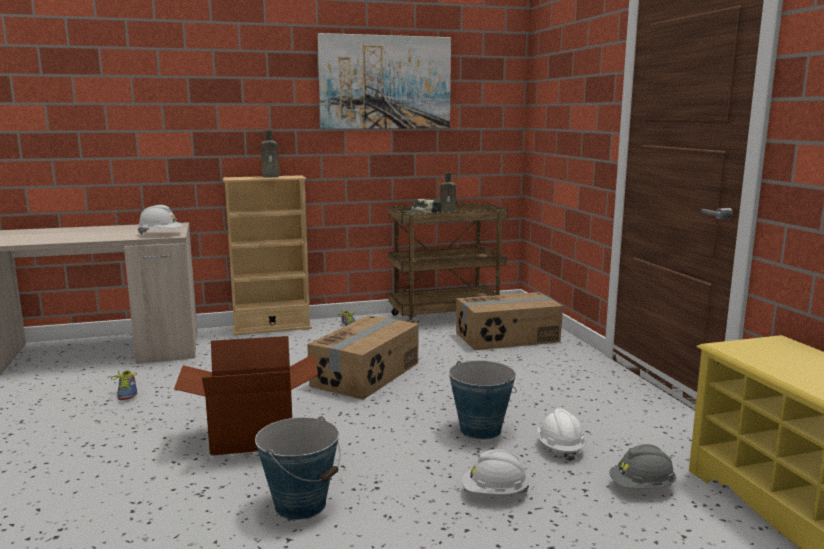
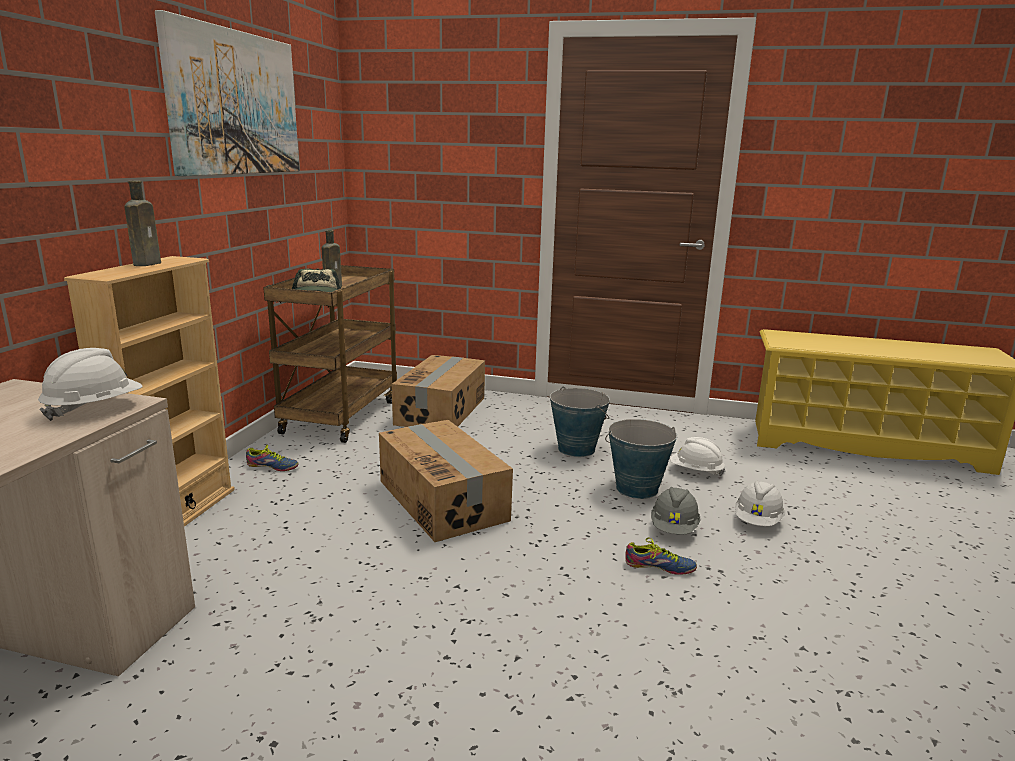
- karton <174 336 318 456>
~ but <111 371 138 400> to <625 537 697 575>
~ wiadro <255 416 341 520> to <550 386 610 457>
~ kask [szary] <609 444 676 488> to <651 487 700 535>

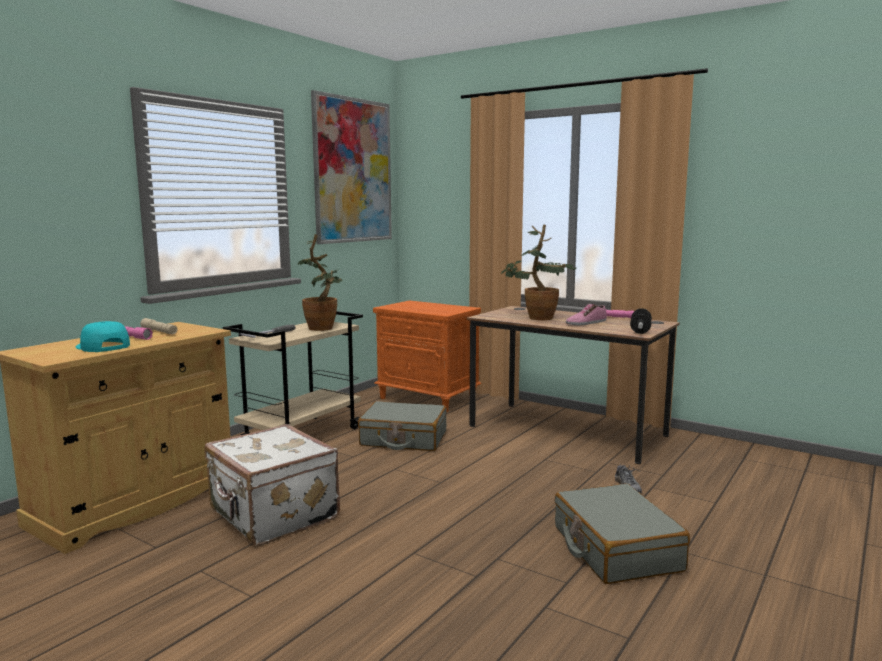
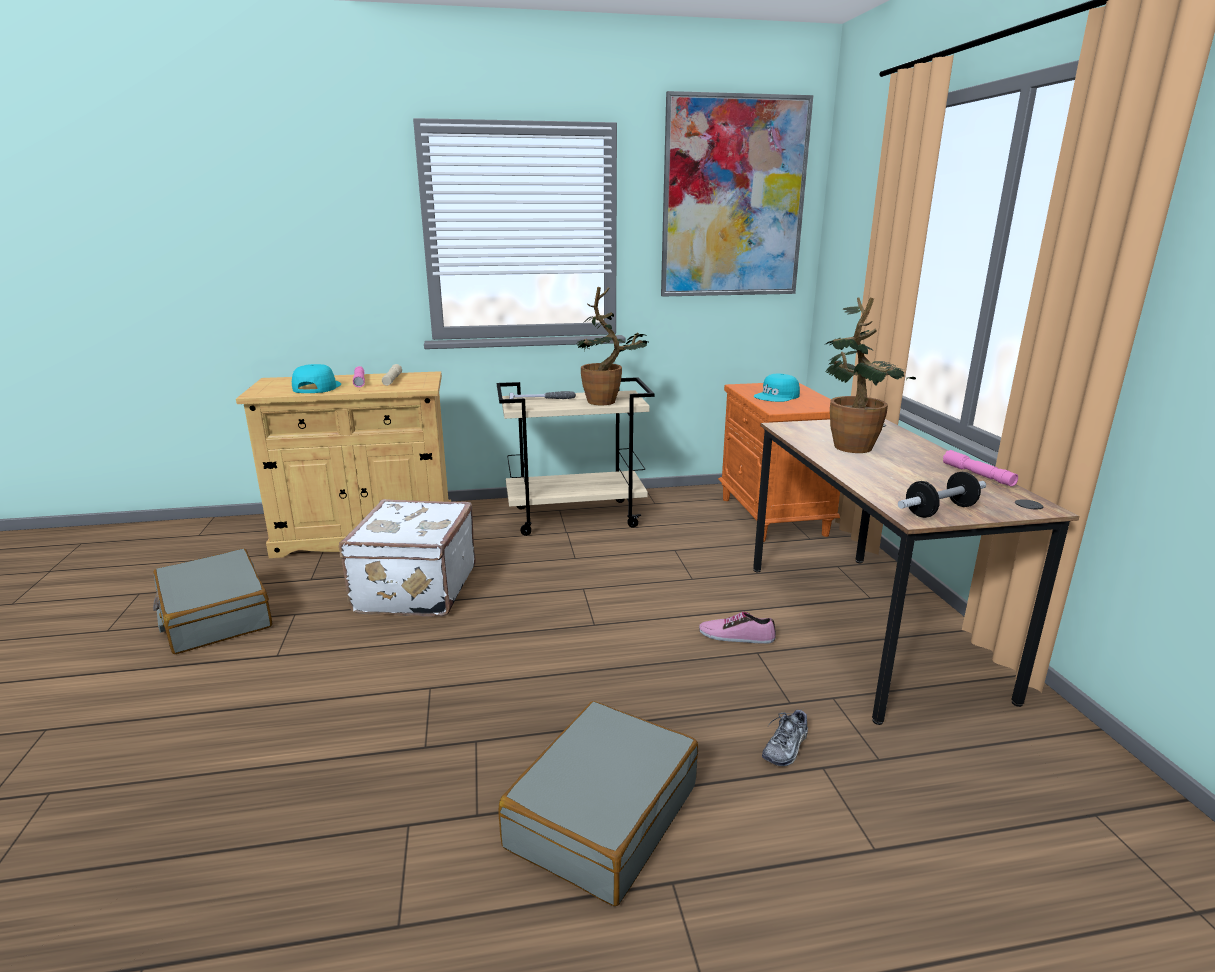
~ but <566 304 607 325> to <699 612 776 644>
~ walizka [szary] <358 401 447 451> to <153 549 272 654>
+ czapka z daszkiem [turkusowy] <754 374 800 402>

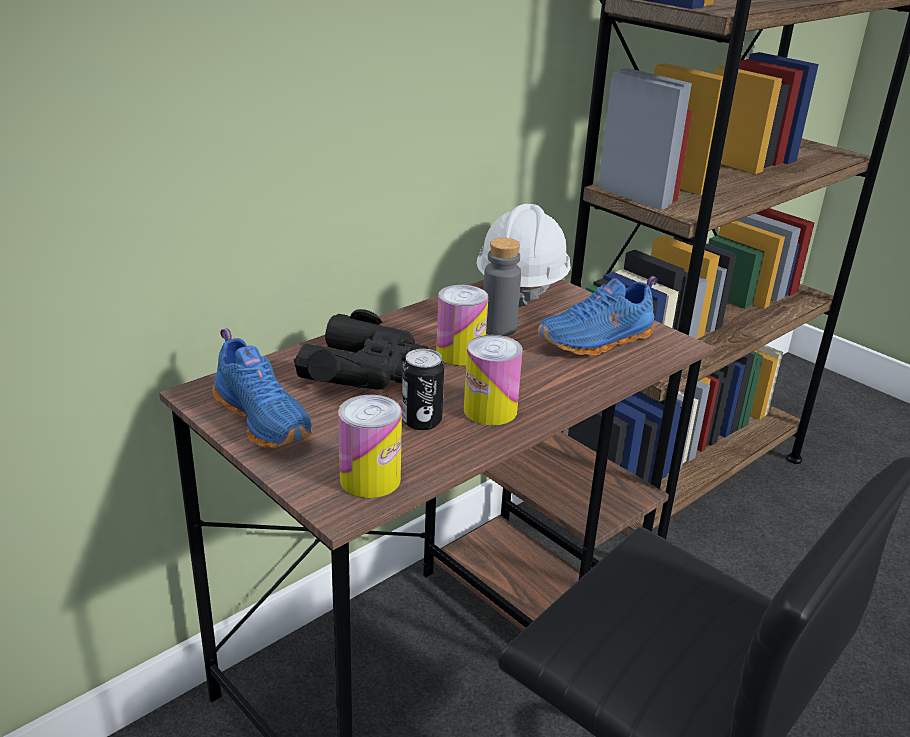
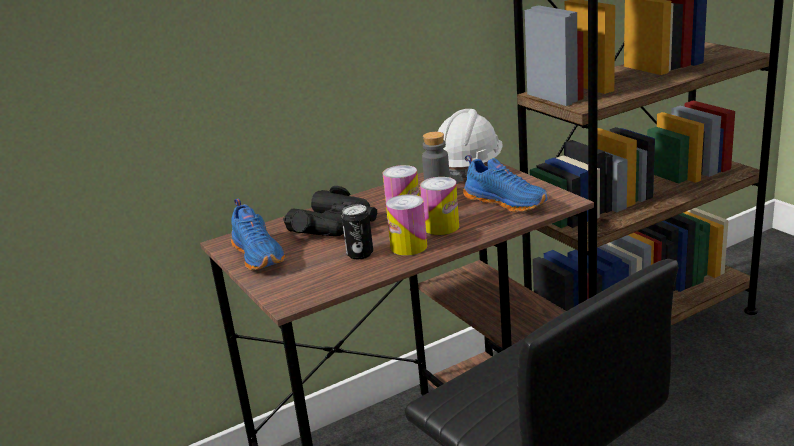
~ but [niebieski] <537 276 657 356> = <463 155 549 212> 120 degrees counterclockwise
~ puszka <338 395 402 498> to <420 177 459 235>

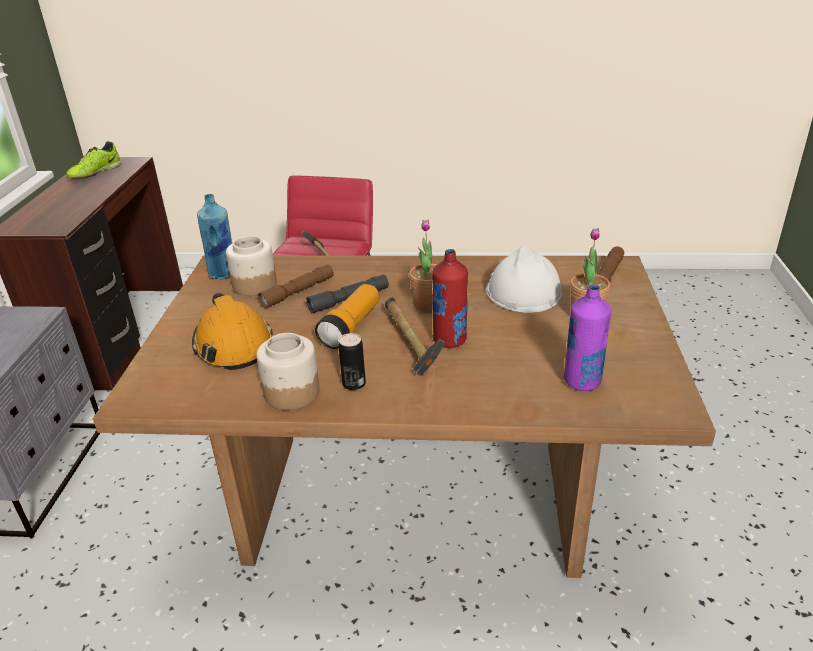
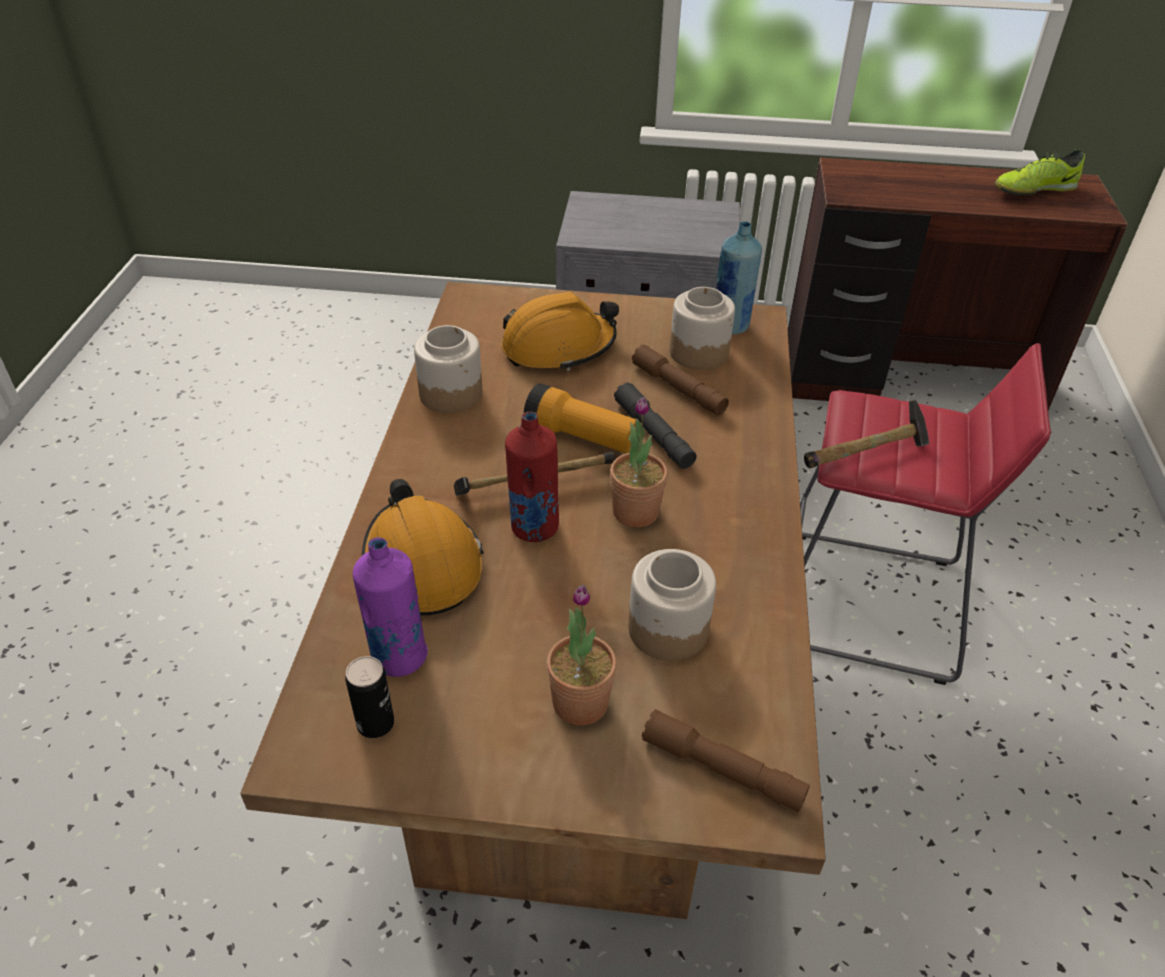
~ but <66 141 122 179> = <995 149 1085 195> 45 degrees counterclockwise
~ kask [biały] <486 247 562 313> to słoik <628 549 716 661>
~ puszka <338 333 366 390> to <345 656 394 738>
+ kask [pomarańczowy] <362 479 484 616>

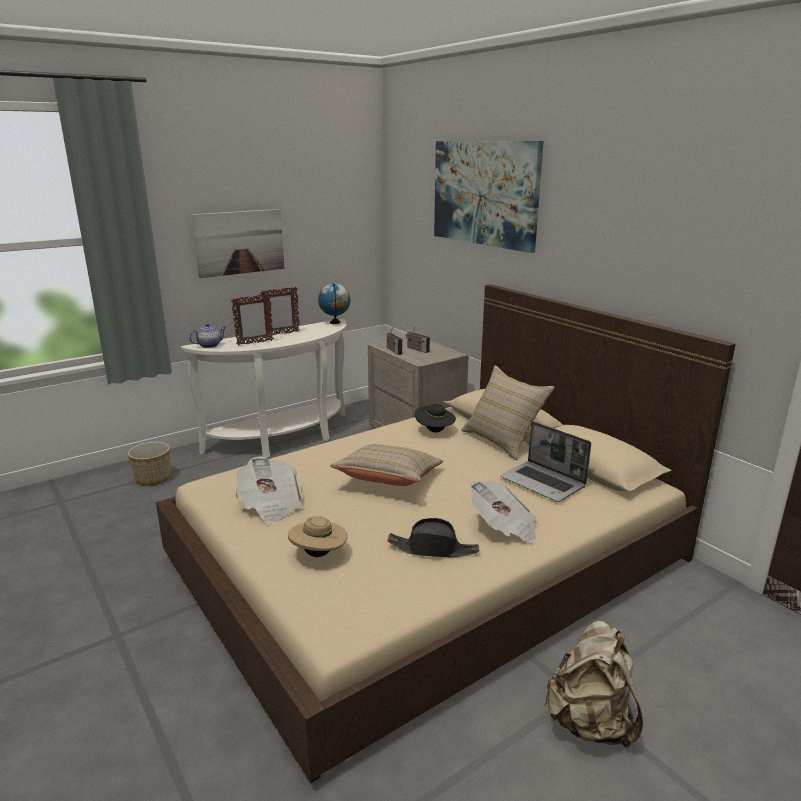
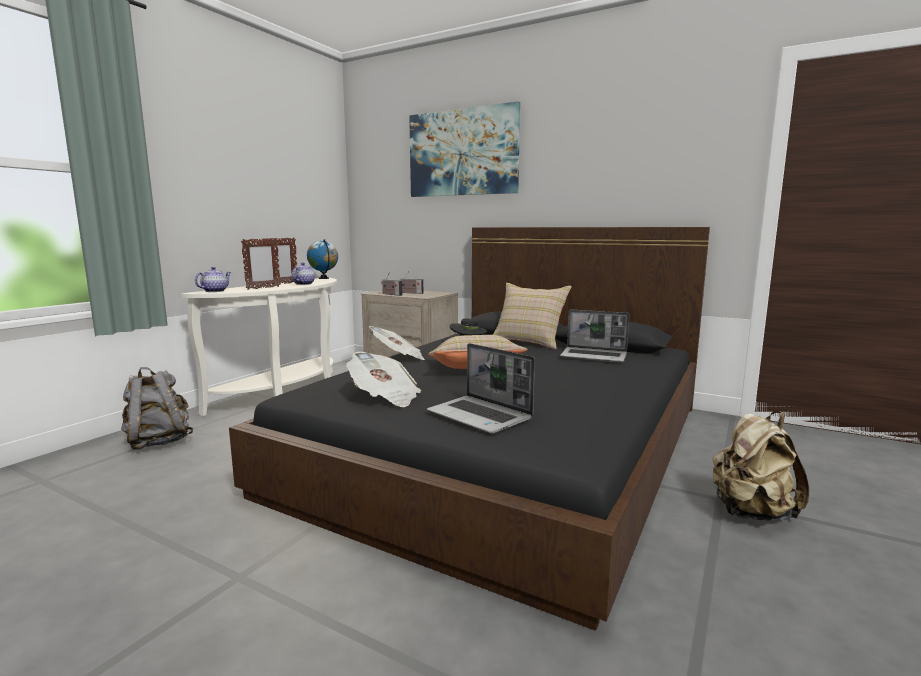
- obraz <192 209 284 278>
~ łóżko [beżowy] <156 284 736 783> to łóżko [czarny] <229 227 710 631>
~ donica <128 442 171 486> to plecak [szary] <121 367 193 450>
~ gazeta <470 481 536 544> to <369 326 425 360>
~ kapelusz [beżowy] <288 516 347 557> to laptop <427 343 535 434>
- kapelusz [czarny] <388 518 479 558>
+ imbryk <292 263 315 285>

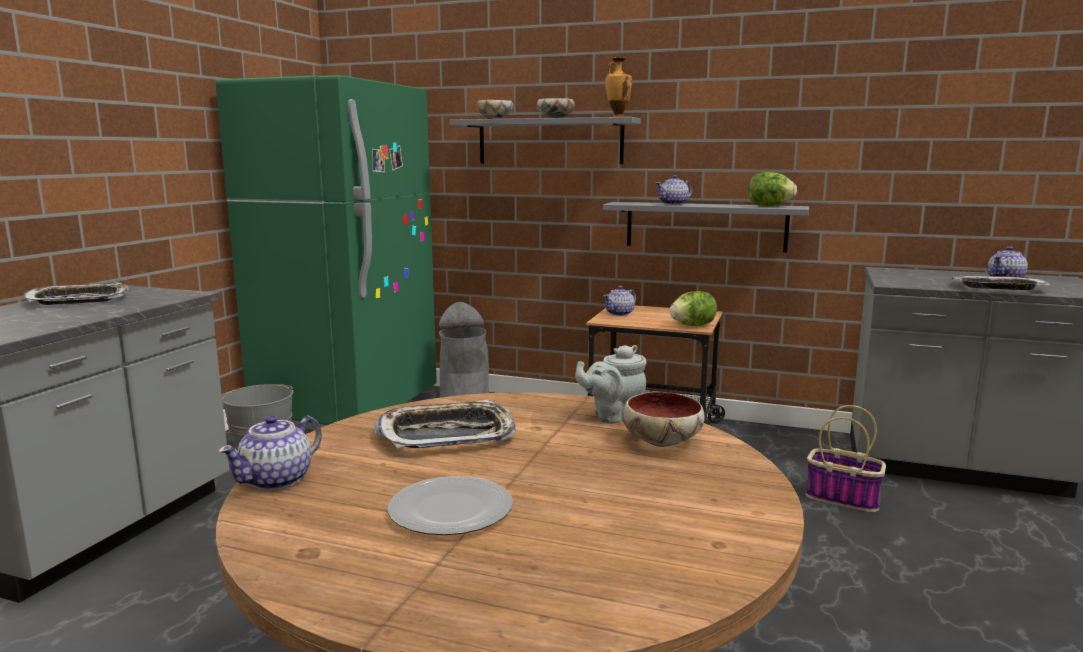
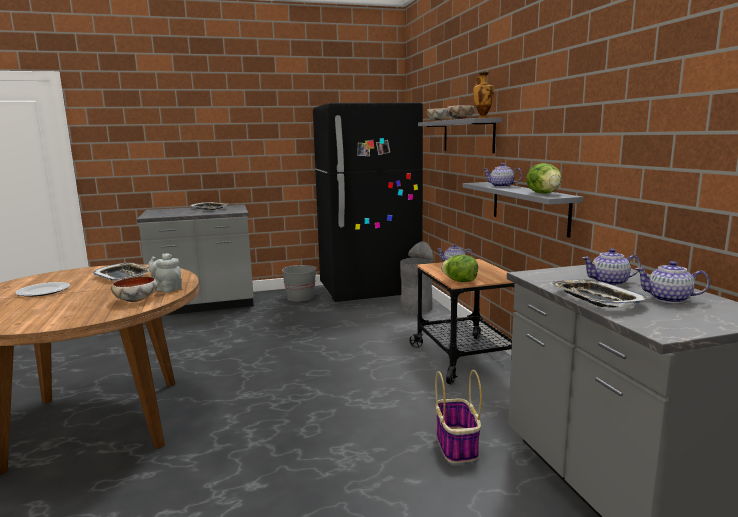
~ lodówka [zielony] <216 75 437 430> to lodówka [czarny] <313 103 423 302>
~ imbryk <218 415 322 490> to <582 248 641 286>

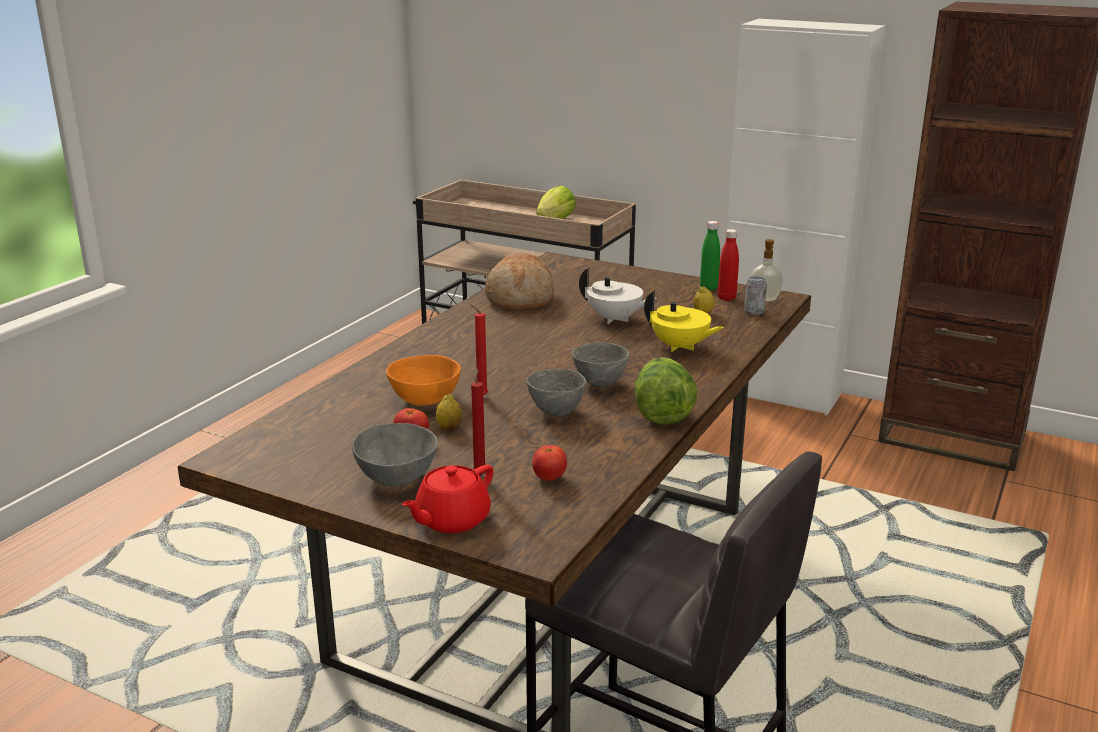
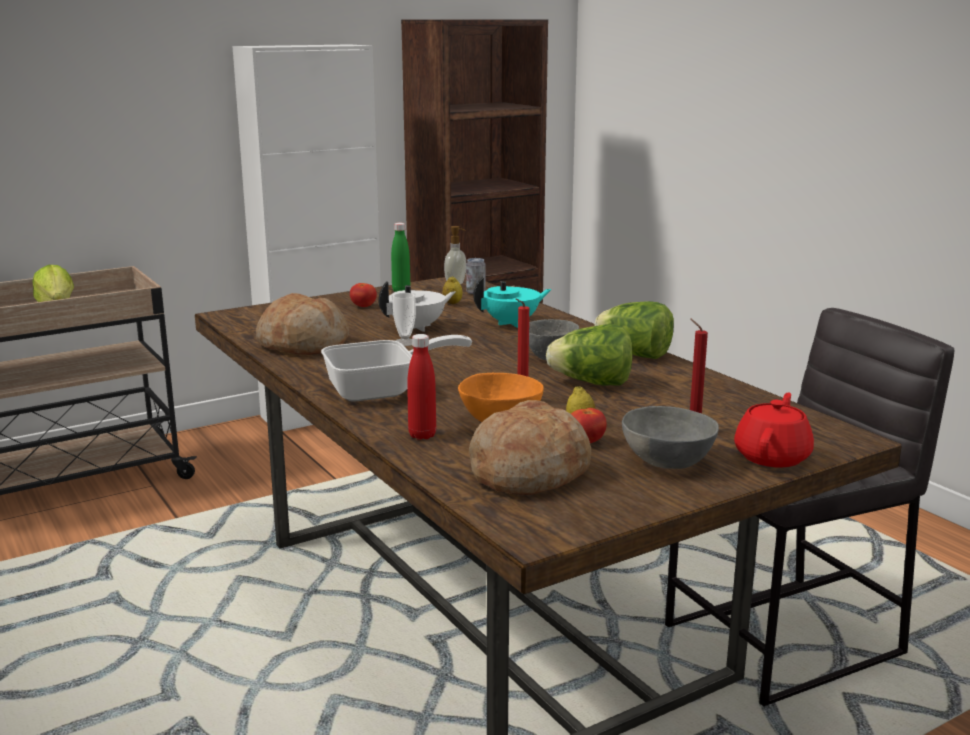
~ butelka [czerwony] <718 229 739 301> to <407 334 436 440>
~ imbryk [żółty] <644 291 724 352> to imbryk [turkusowy] <473 277 552 328>
~ miska [szary] <527 369 586 416> to sałata <546 325 633 386>
~ pomidor <532 445 567 481> to <350 283 377 307>
~ imbryk [czerwony] <402 465 493 533> = <734 393 814 468> 135 degrees counterclockwise
+ filiżanka <393 293 416 346>
+ patelnia <321 335 472 402>
+ chleb <469 400 591 495>

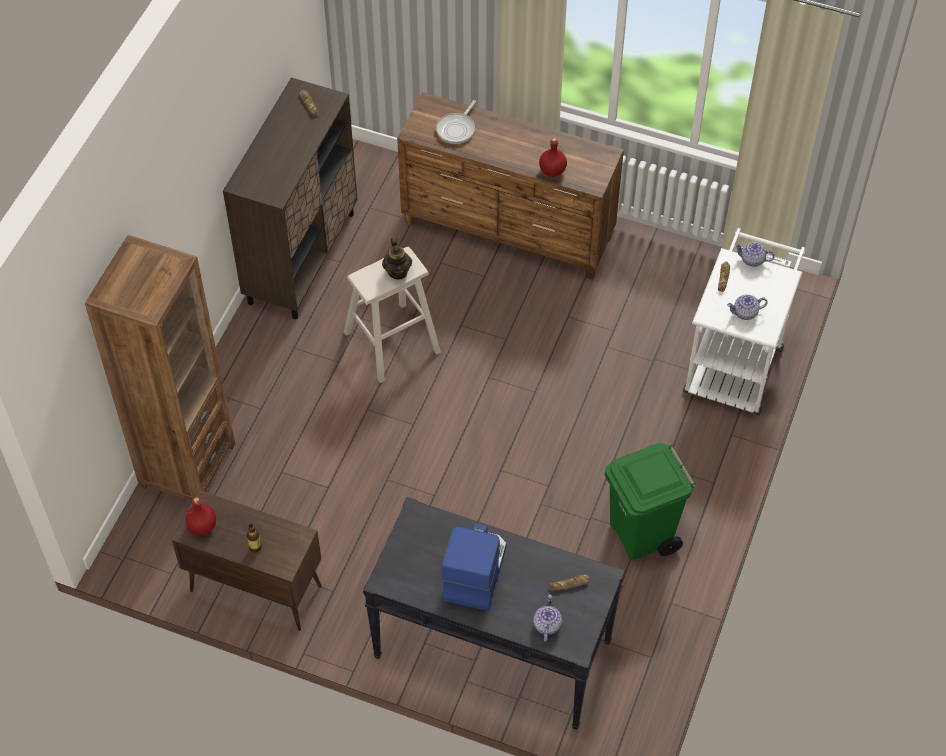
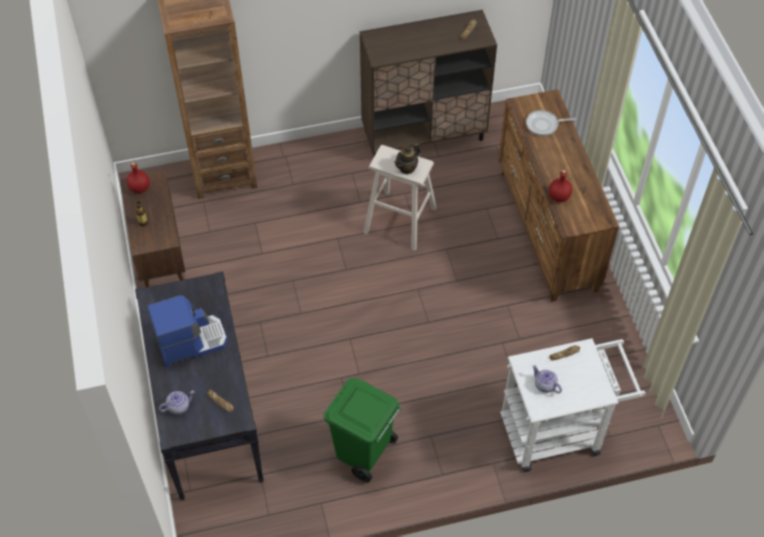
- imbryk <734 242 775 267>

